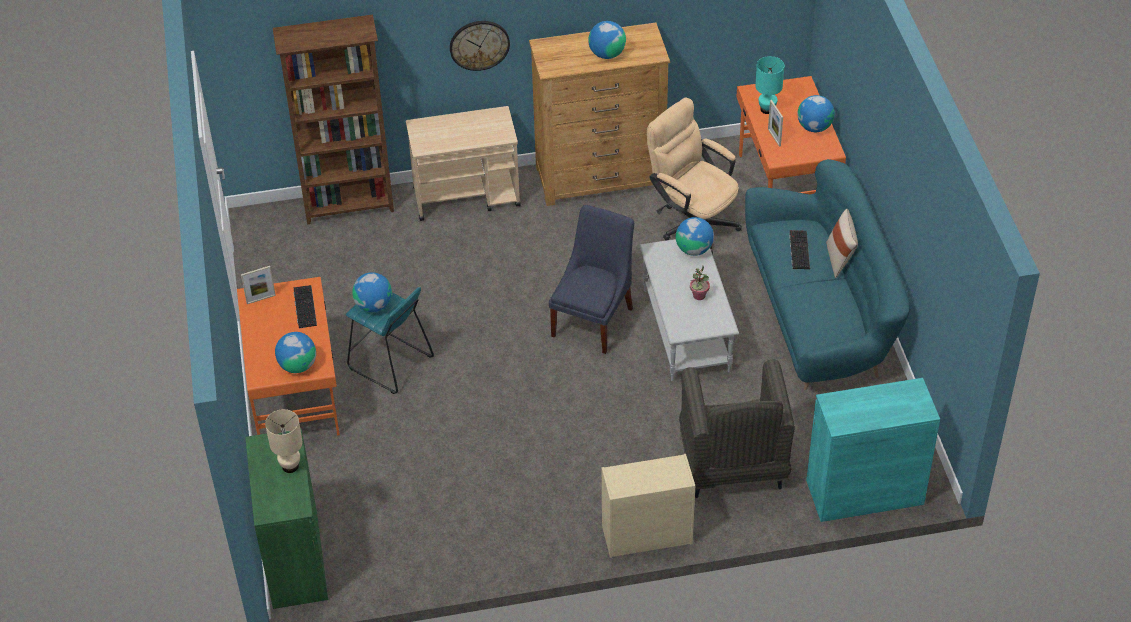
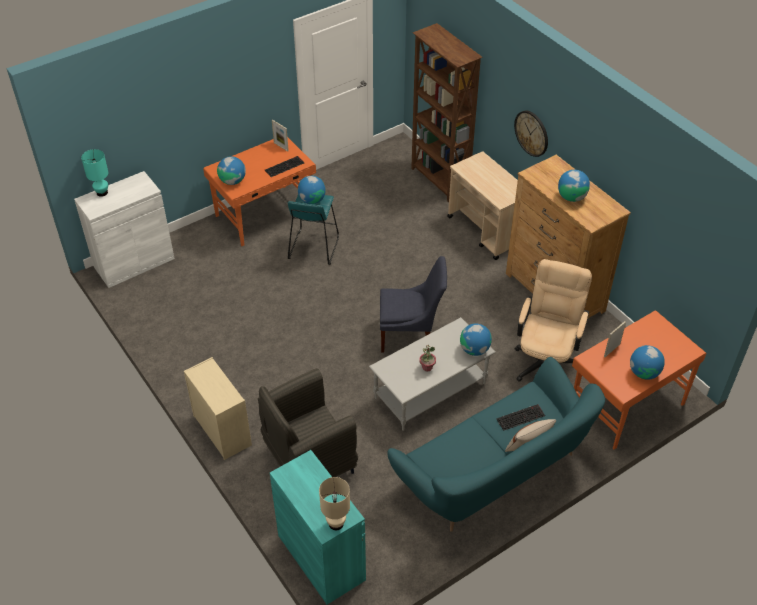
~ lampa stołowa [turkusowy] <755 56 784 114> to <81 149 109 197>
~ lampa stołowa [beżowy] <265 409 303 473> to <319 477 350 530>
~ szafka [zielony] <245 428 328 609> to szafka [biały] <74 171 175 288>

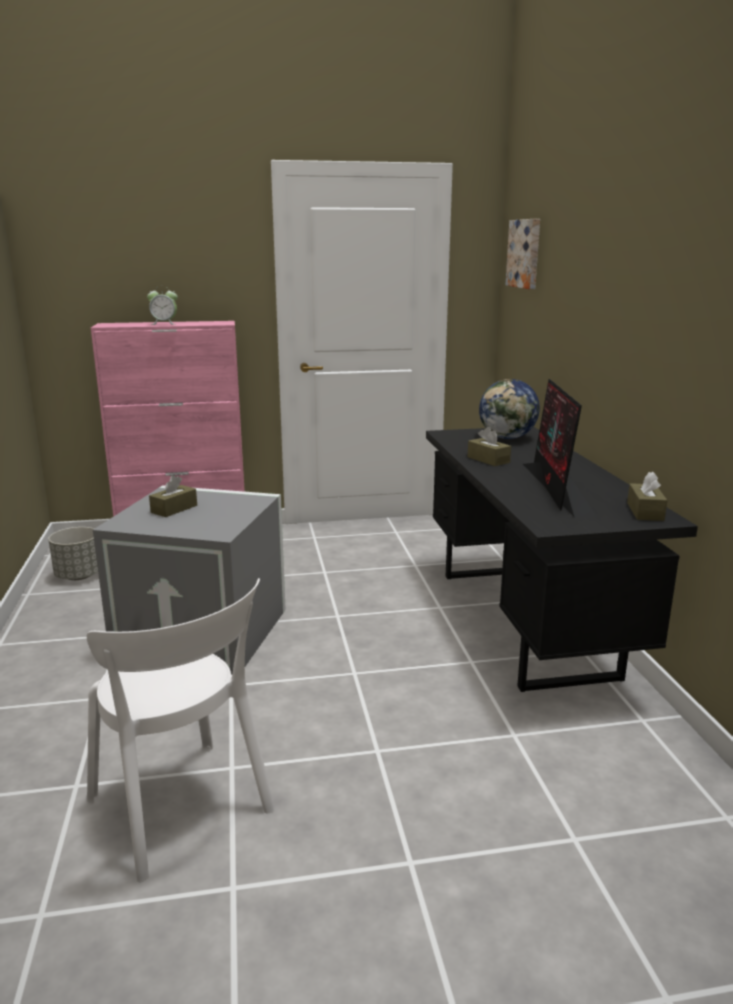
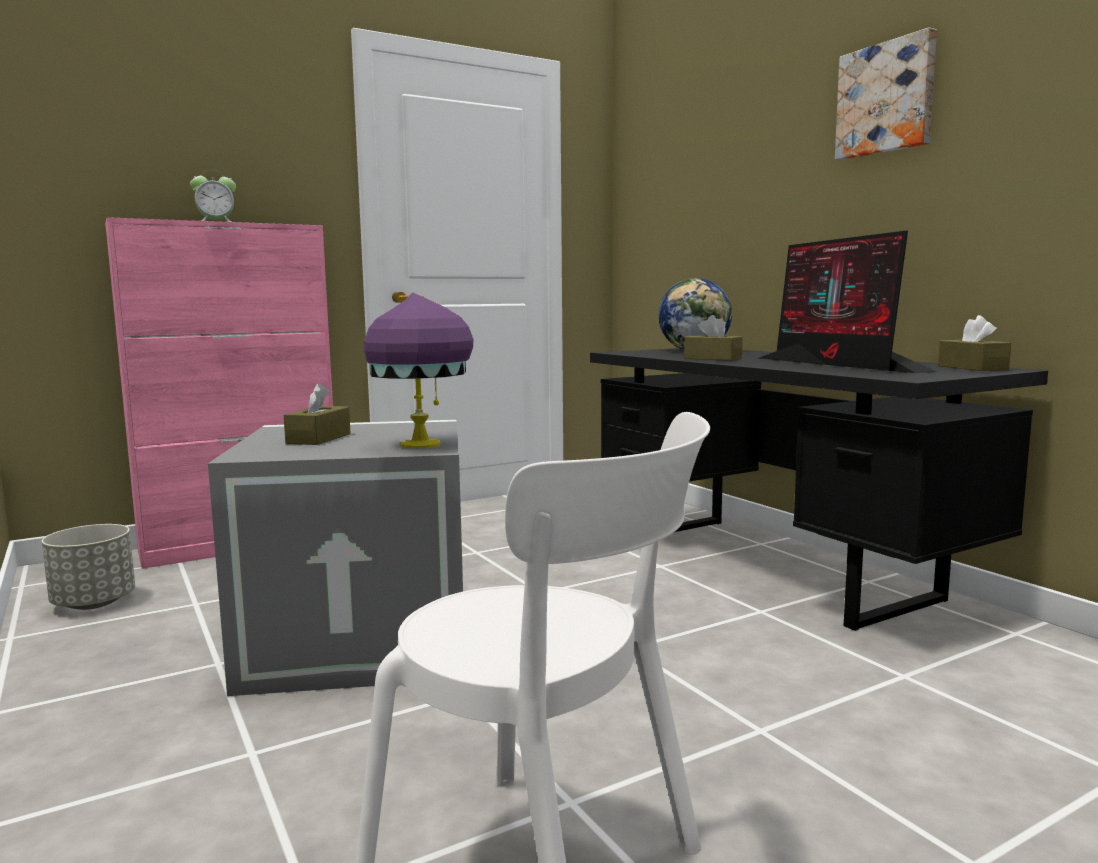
~ obraz <505 219 540 289> to <835 27 937 160>
+ lampa stołowa [fioletowy] <364 292 473 448>

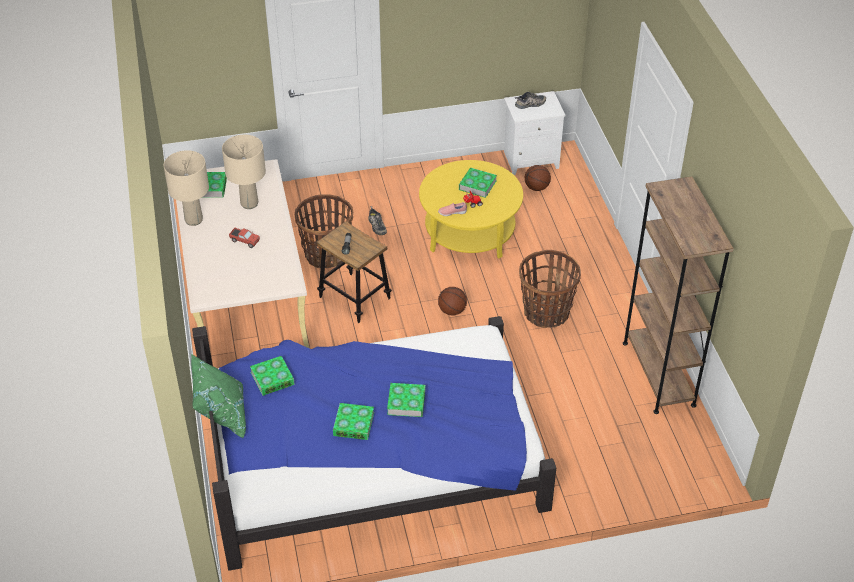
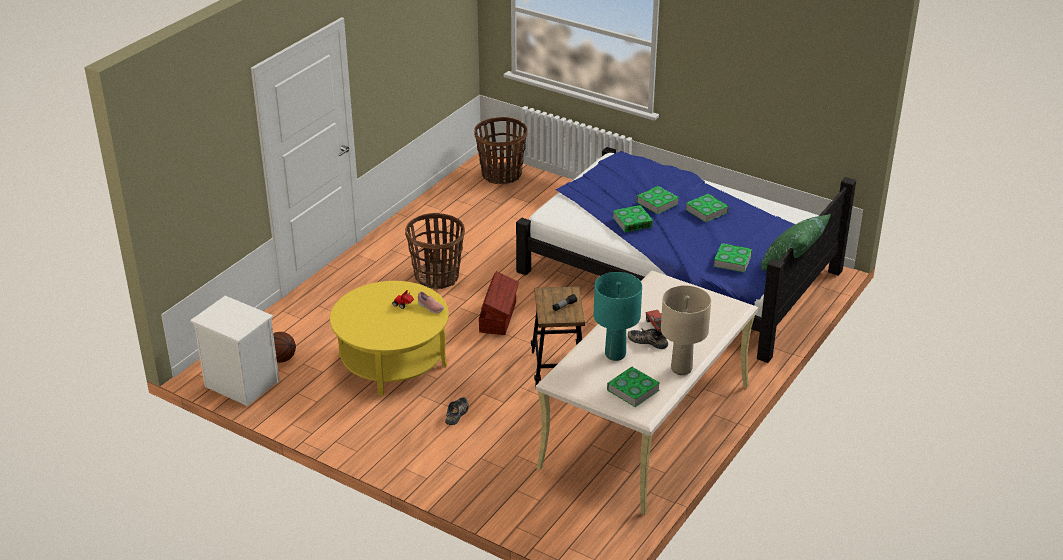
~ but <515 92 546 109> to <628 328 668 349>
~ lampa stołowa [beżowy] <222 135 266 209> to lampa stołowa [turkusowy] <594 272 642 361>
~ książka <459 168 497 198> to <613 205 653 232>
- regał [brązowy] <623 176 734 414>
~ koszyk <295 194 353 268> to <474 117 527 184>
~ piłka do koszykówki <438 287 467 315> to pojemnik do przechowywania [brązowy] <479 271 520 335>

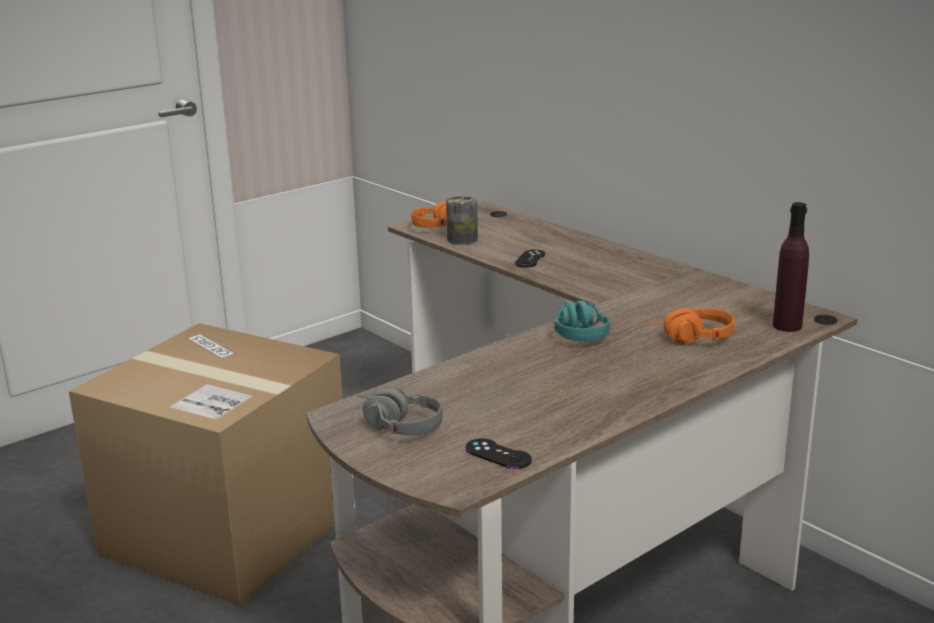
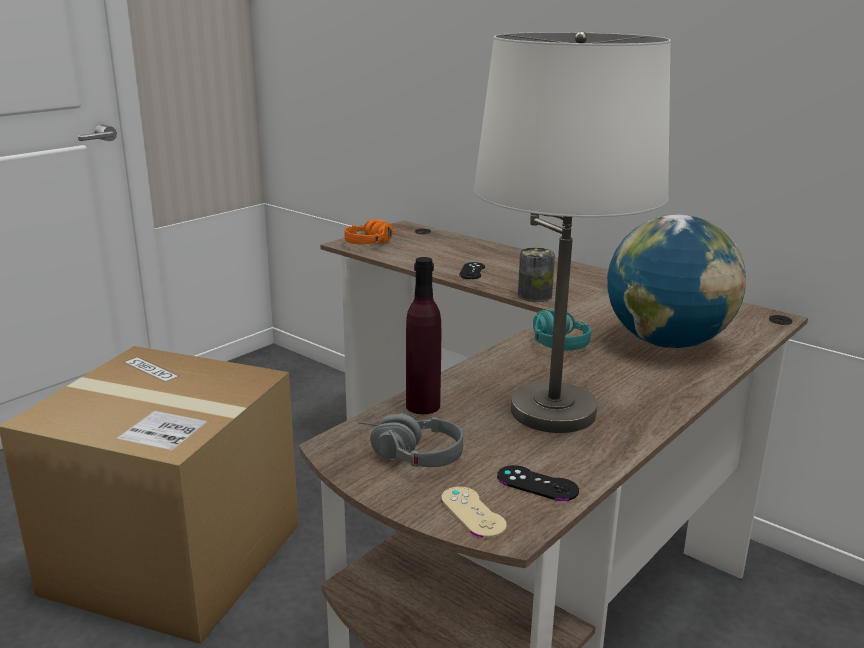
~ puszka <446 196 478 245> to <518 247 555 302>
~ butelka [fioletowy] <773 202 809 332> to <406 257 441 414>
~ słuchawki [pomarańczowy] <645 308 734 343> to globus <607 215 746 348>
+ lampa stołowa [biały] <474 31 671 433>
+ pad do gier [beżowy] <441 487 507 538>

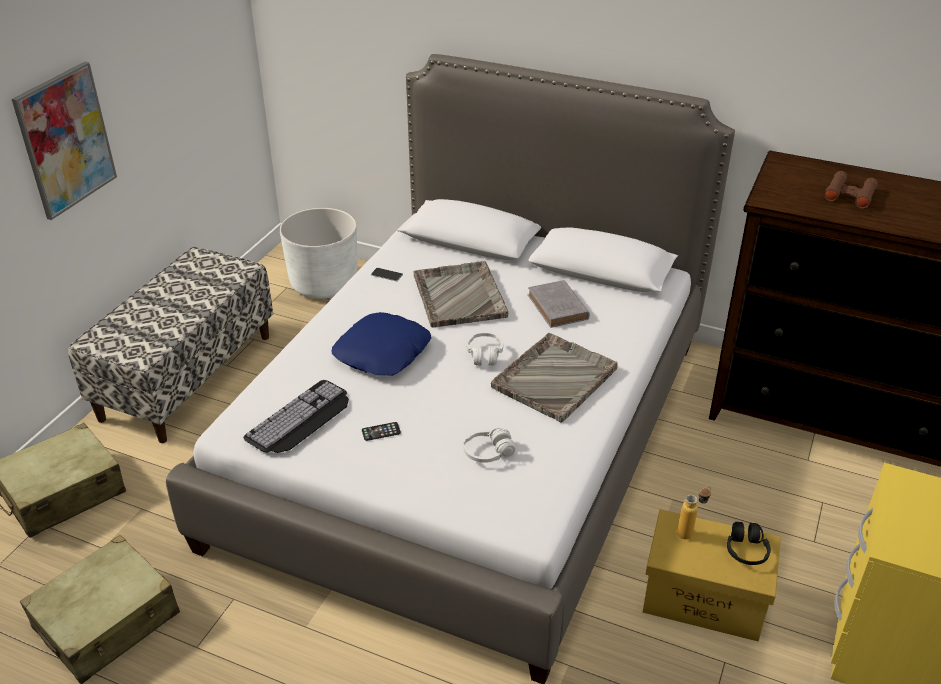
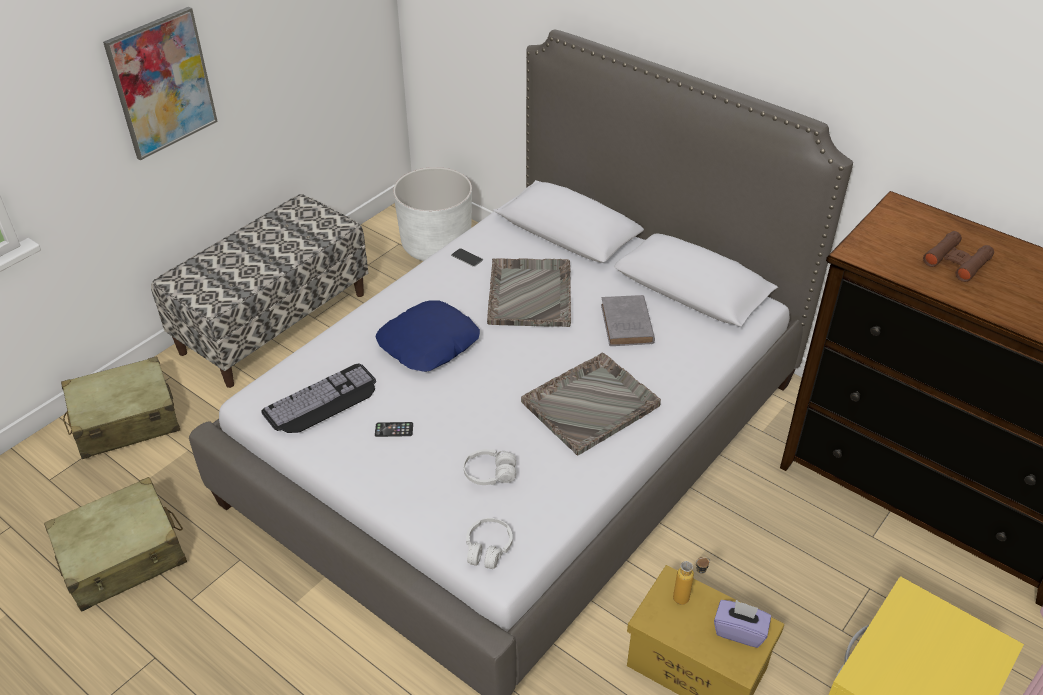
~ słuchawki [biały] <466 333 503 366> to <466 518 513 569>
~ słuchawki [czarny] <727 522 771 565> to pudełko chusteczek [fioletowy] <714 600 771 648>

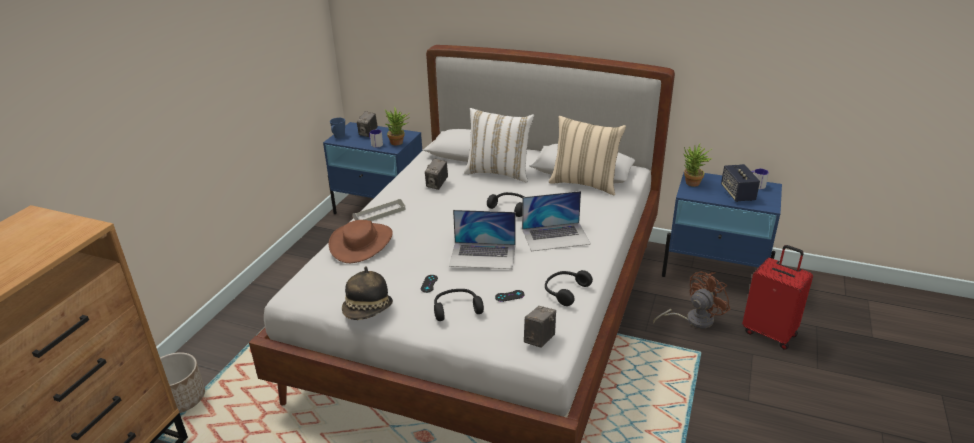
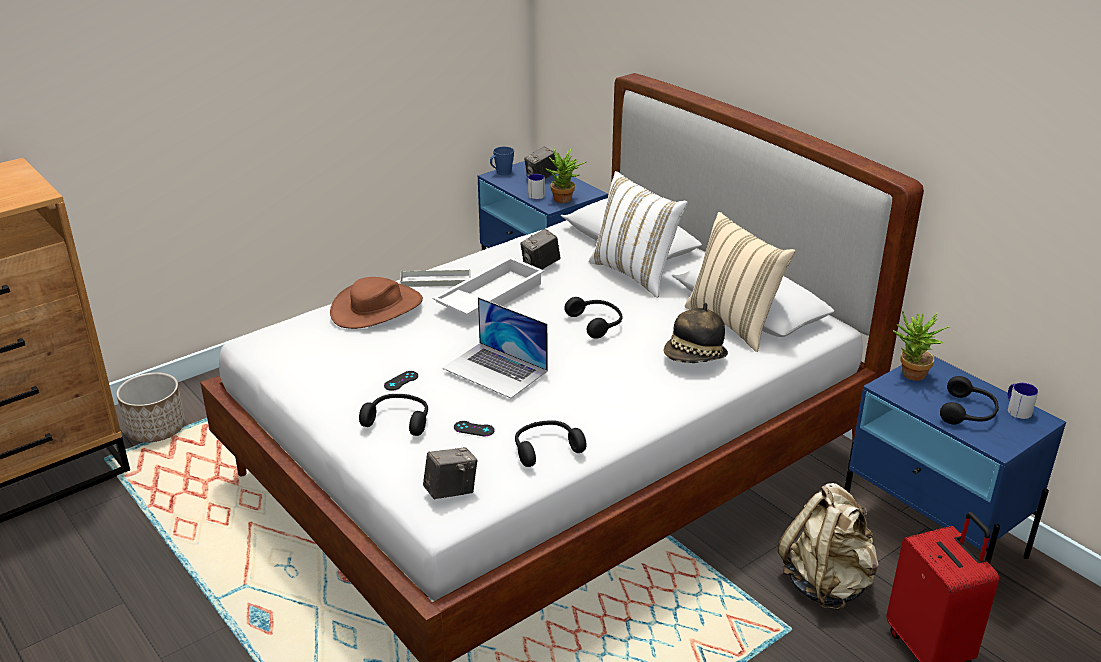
~ głośnik <721 164 760 202> to słuchawki [czarny] <940 376 999 425>
- laptop <522 191 591 251>
~ kapelusz <342 266 393 320> to <664 303 728 363>
~ wentylator [brązowy] <653 271 730 329> to plecak [beżowy] <777 483 879 610>
+ taca [biały] <432 257 544 316>

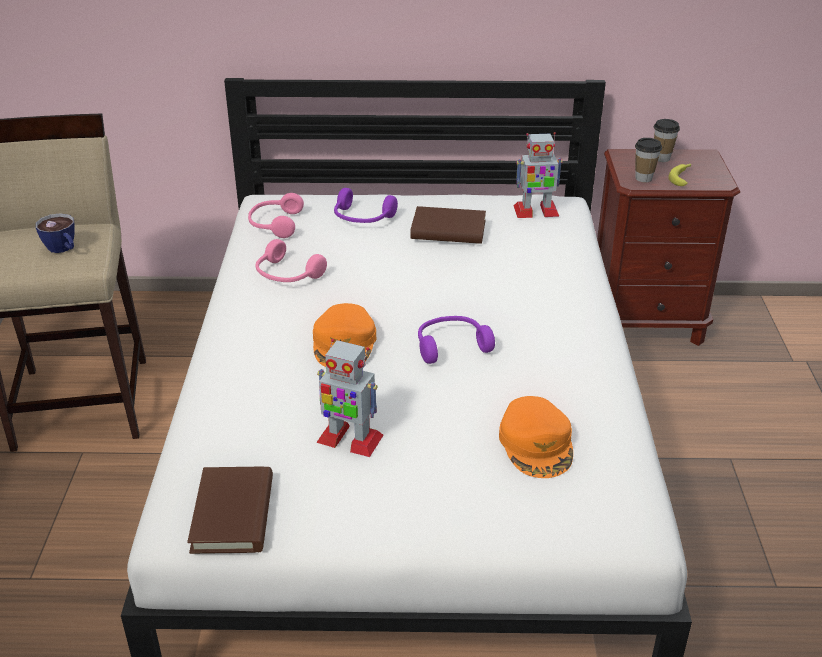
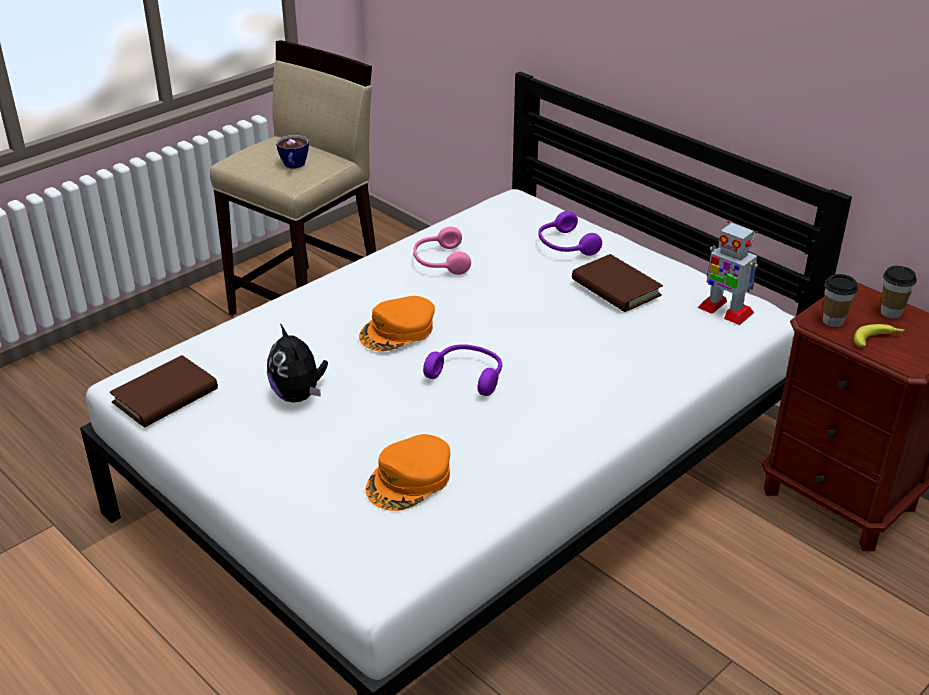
- słuchawki [różowy] <248 193 304 238>
~ robot zabawkowy <316 339 384 457> to pluszak <267 324 328 402>

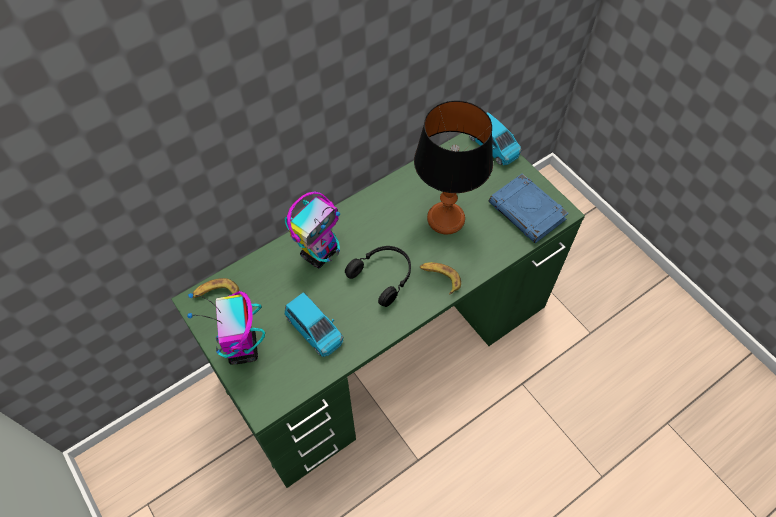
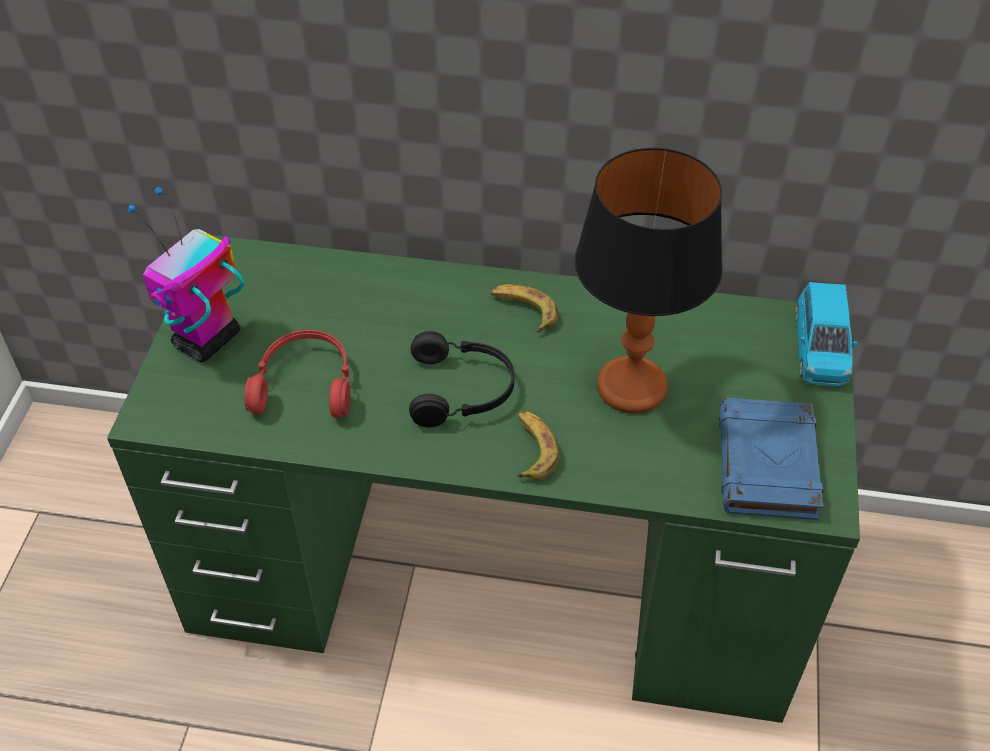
- robot zabawkowy <285 192 340 268>
~ banan <192 278 239 298> to <491 284 558 332>
~ samochodzik [niebieski] <285 292 344 357> to słuchawki [czerwony] <244 330 350 418>

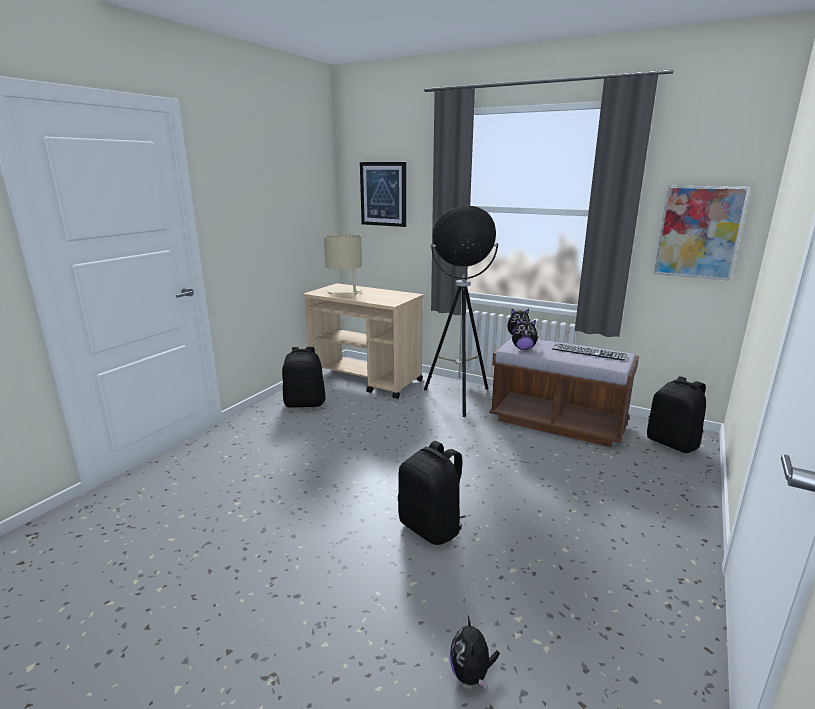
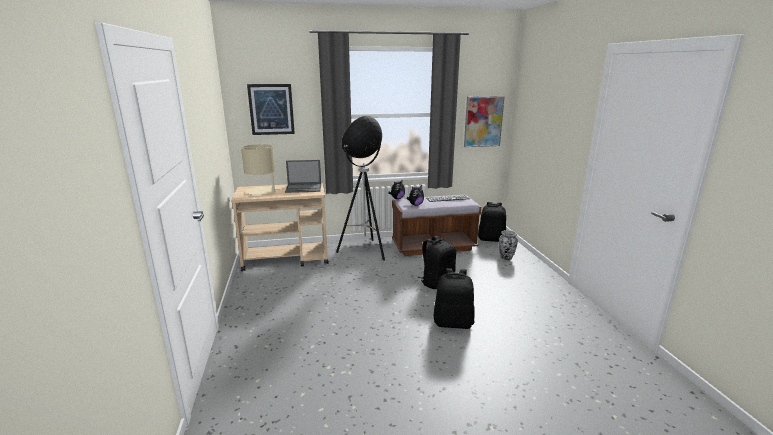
~ plecak [czarny] <282 347 326 407> to <418 236 456 289>
- pluszak <450 616 500 689>
+ laptop <285 160 321 193>
+ wazon <499 230 518 260>

